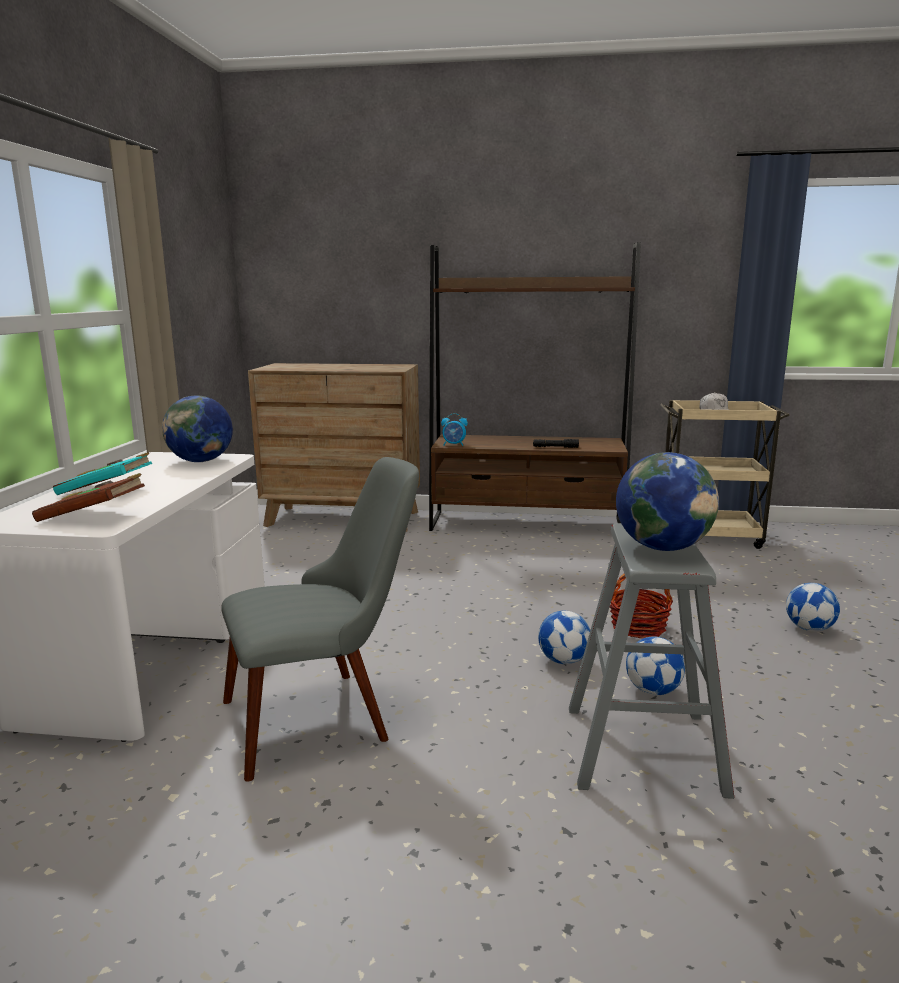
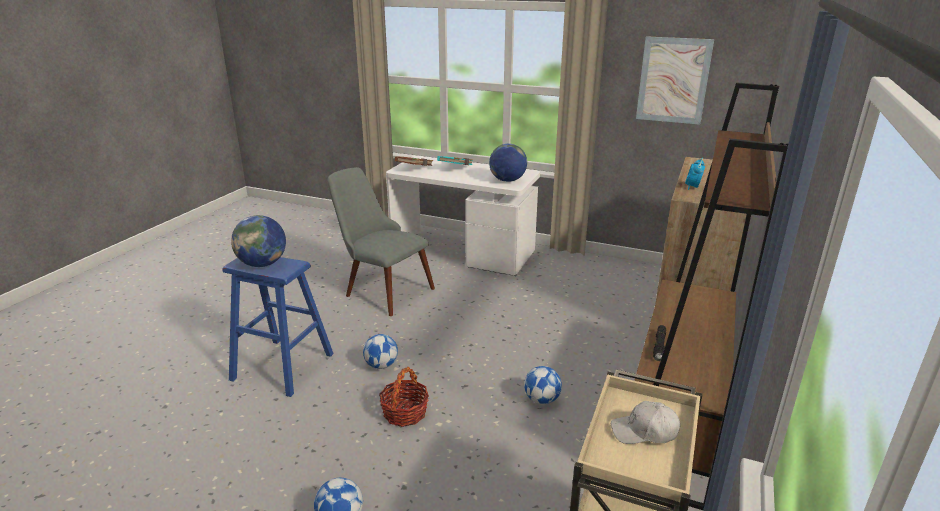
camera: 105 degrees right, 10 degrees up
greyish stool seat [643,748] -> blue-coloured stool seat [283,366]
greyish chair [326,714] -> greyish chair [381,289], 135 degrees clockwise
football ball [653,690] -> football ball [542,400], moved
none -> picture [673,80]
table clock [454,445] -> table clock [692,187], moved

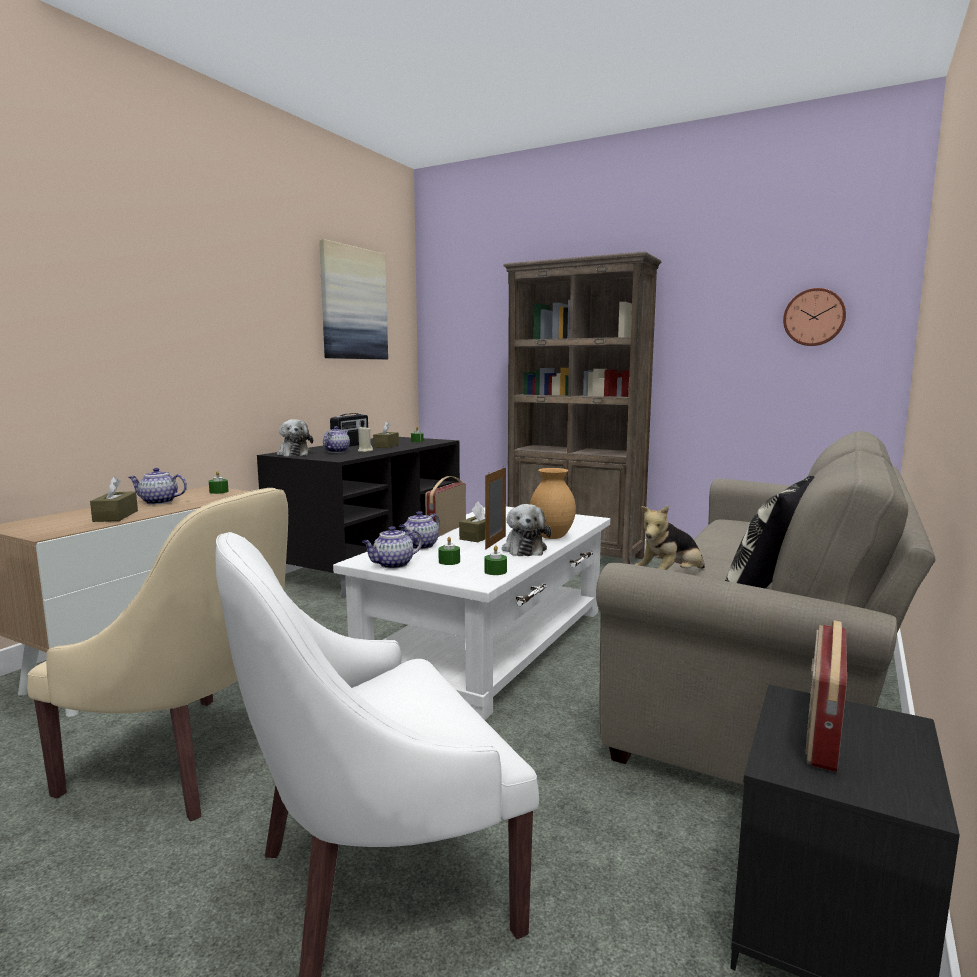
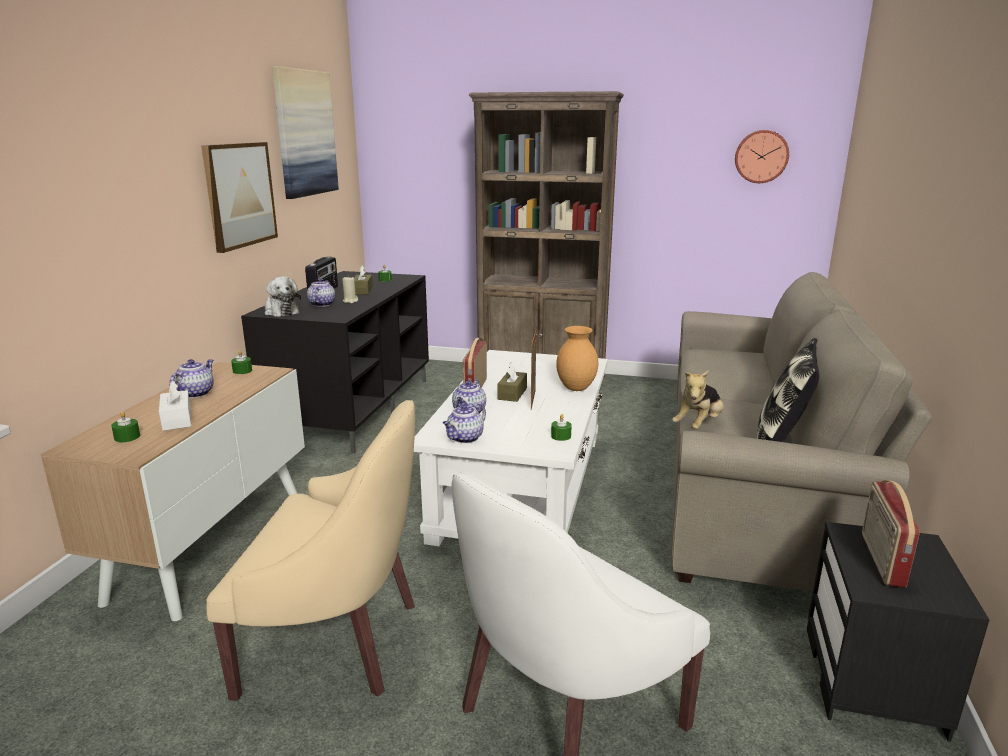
camera: 15 degrees left, 10 degrees up
green wax light [449,561] -> green wax light [127,437], moved
brownish box of tissues [116,516] -> white-coloured box of tissues [177,419]
pot for tea [158,502] -> pot for tea [196,393], 120 degrees clockwise
none -> picture [239,195]
plush toy [524,549] -> none

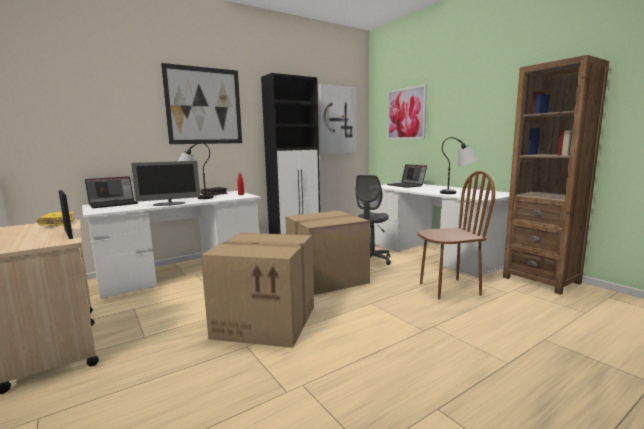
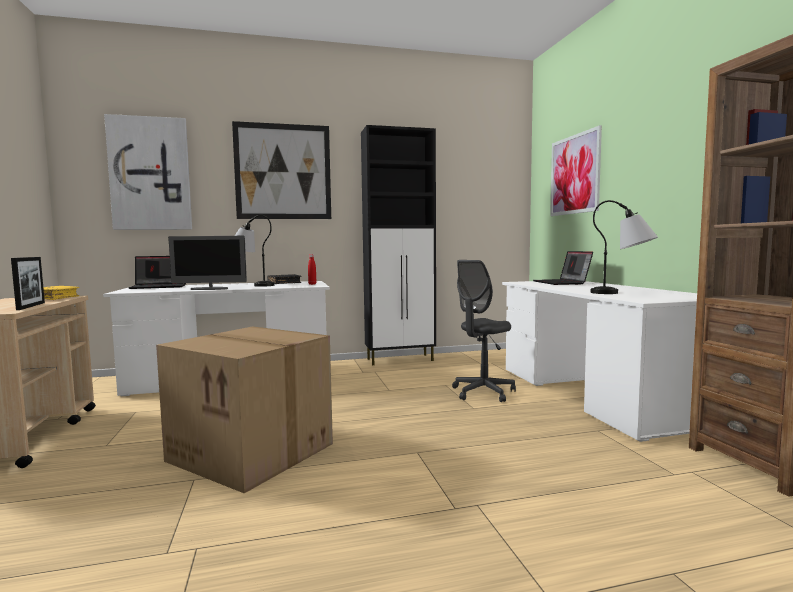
camera: 20 degrees right, 5 degrees down
picture [336,120] -> picture [150,174], moved
carton [326,278] -> none
brownish chair [449,289] -> none

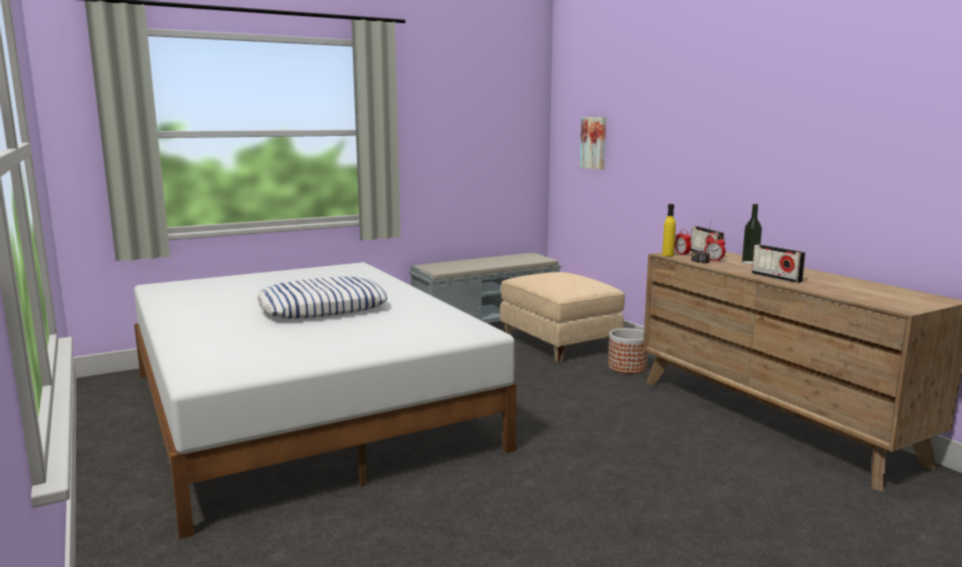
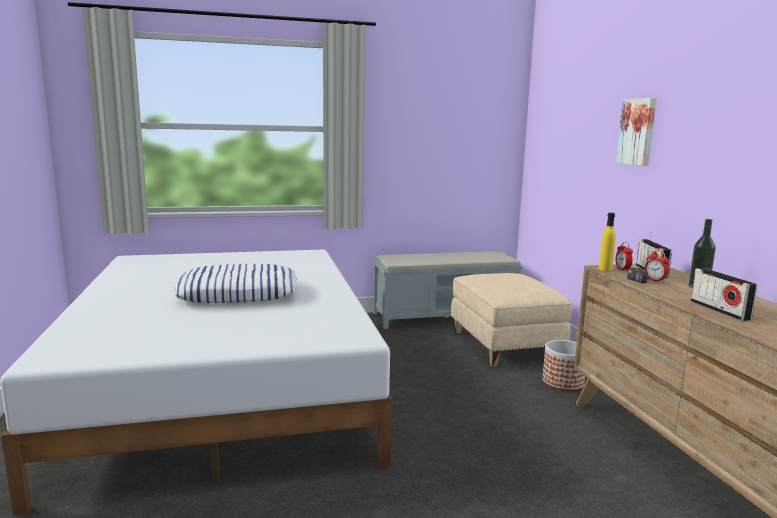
camera: 15 degrees right, 0 degrees up
picture [594,143] -> picture [638,132], moved

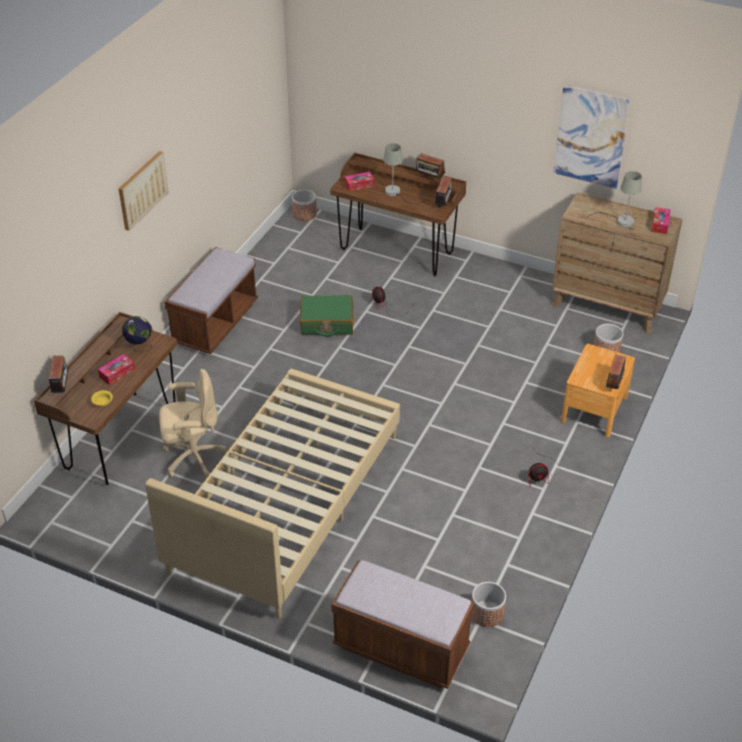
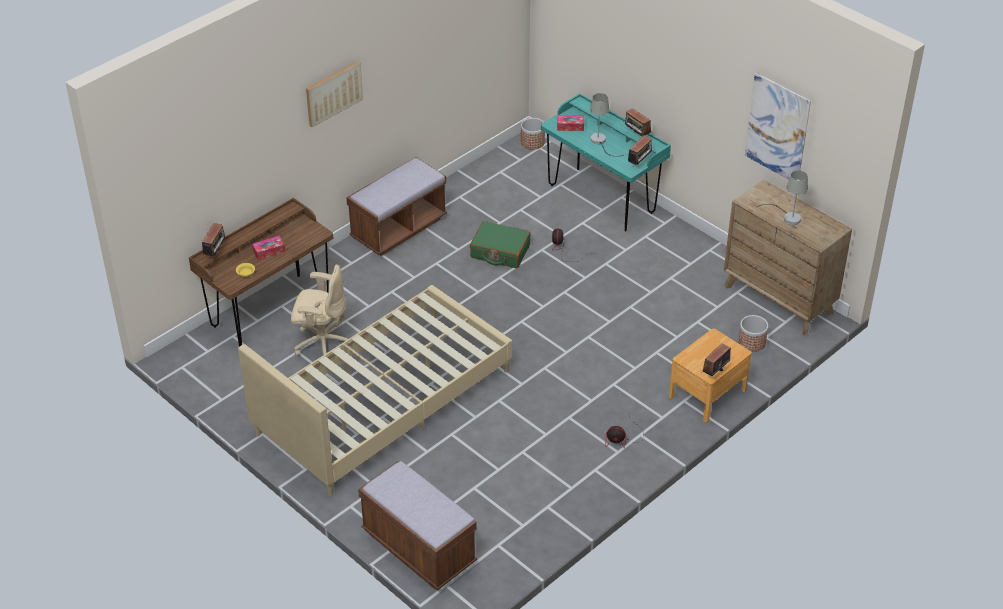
camera: 20 degrees right, 0 degrees up
brownish desk unit [396,251] -> blue-green desk unit [601,199]
desk globe [139,346] -> none
flower pot [487,614] -> none
box of tissues [660,224] -> none

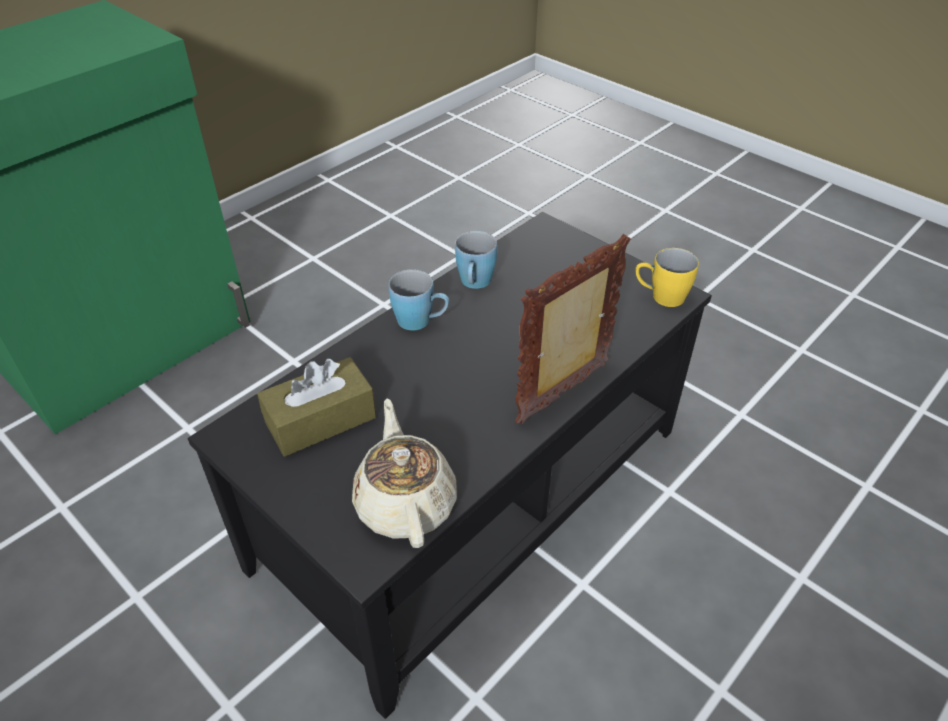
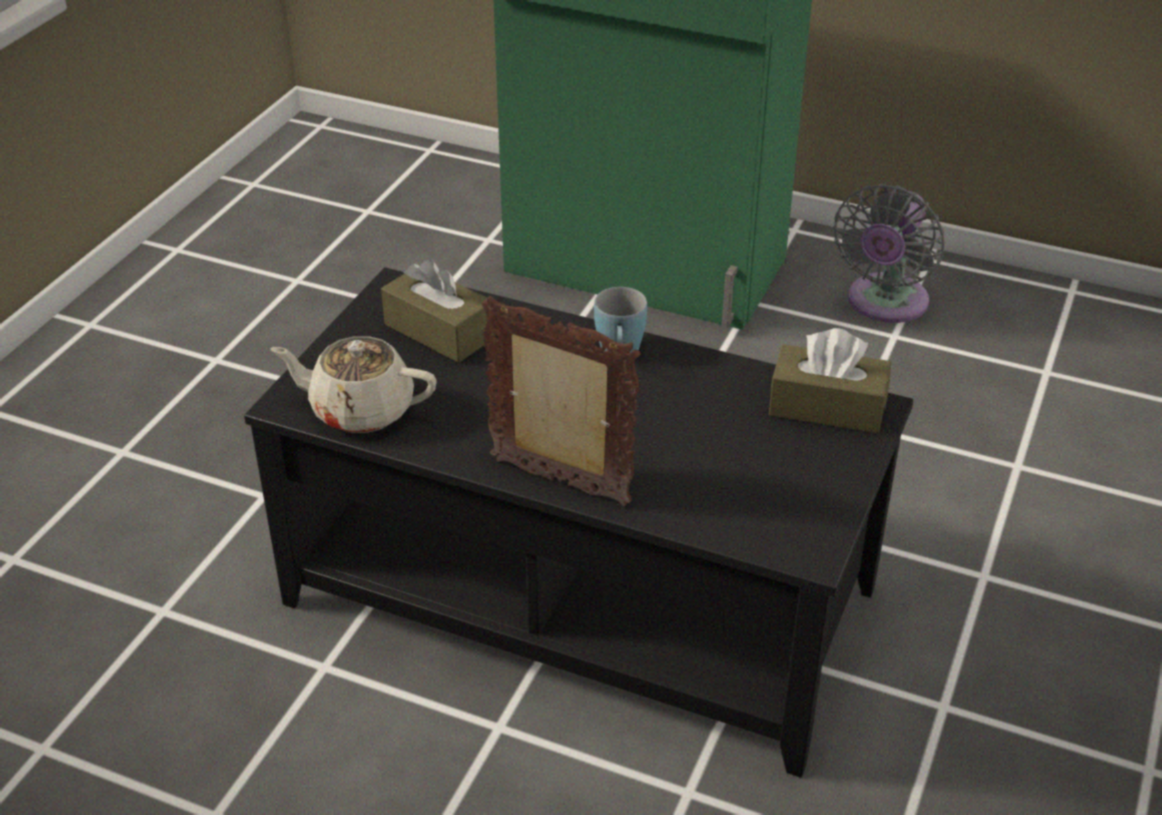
camera: 70 degrees right, 5 degrees down
beige-coloured pot for tea [405,502] -> beige-coloured pot for tea [360,409], 135 degrees counterclockwise
none -> brownish box of tissues [827,407]
none -> greyish cooling fan [884,304]
blue-coloured mug [475,284] -> none
yellow mug [660,297] -> none

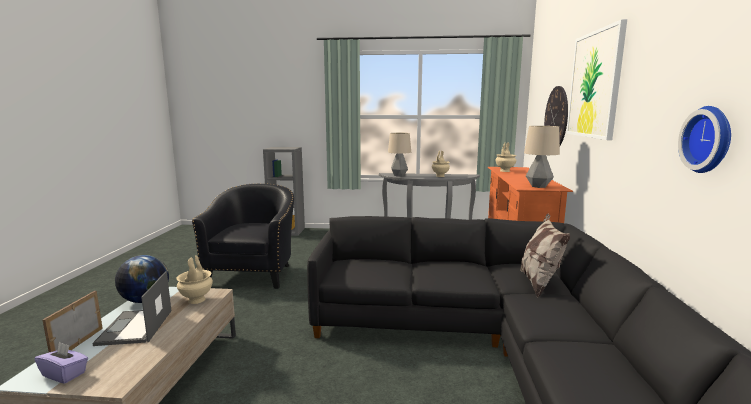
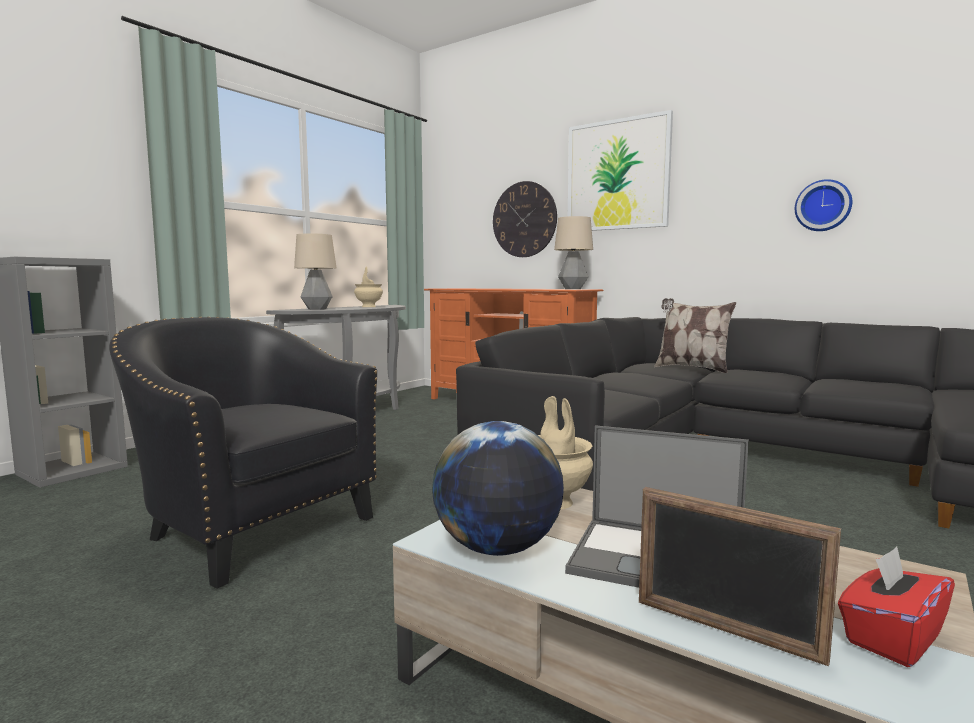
camera: 60 degrees left, 5 degrees down
purplish box of tissues [65,374] -> red box of tissues [891,638]
beige-coloured decorative vase [505,171] -> none

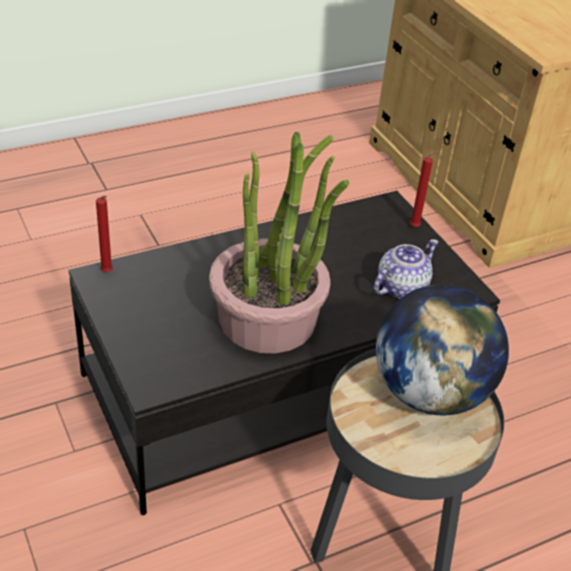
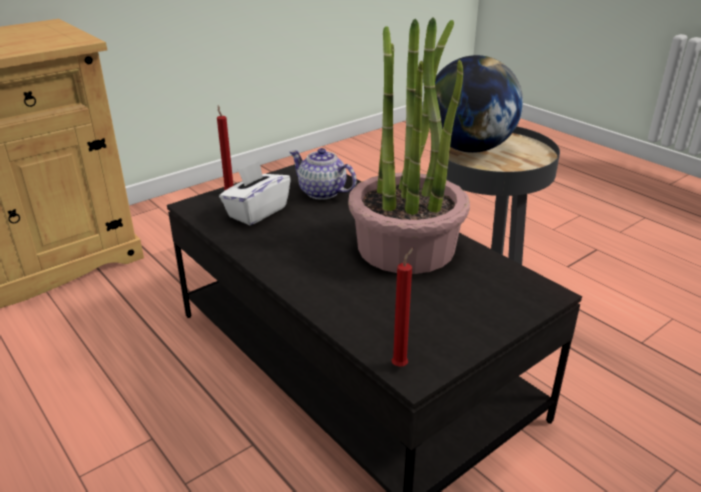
camera: 100 degrees left, 10 degrees down
none -> white-coloured box of tissues [256,212]

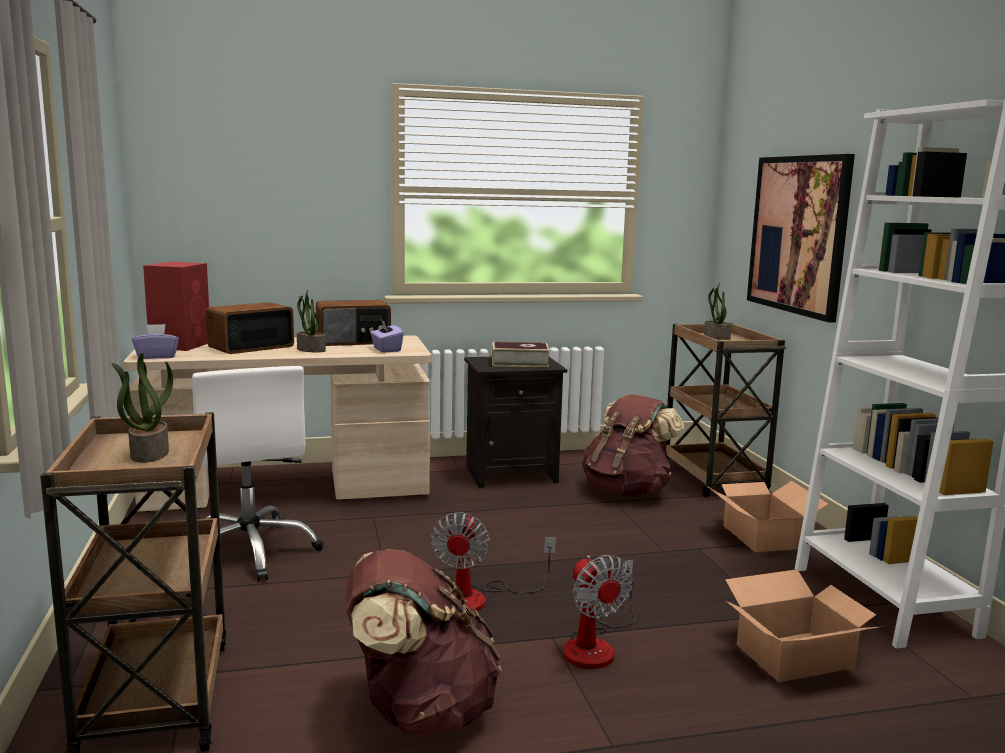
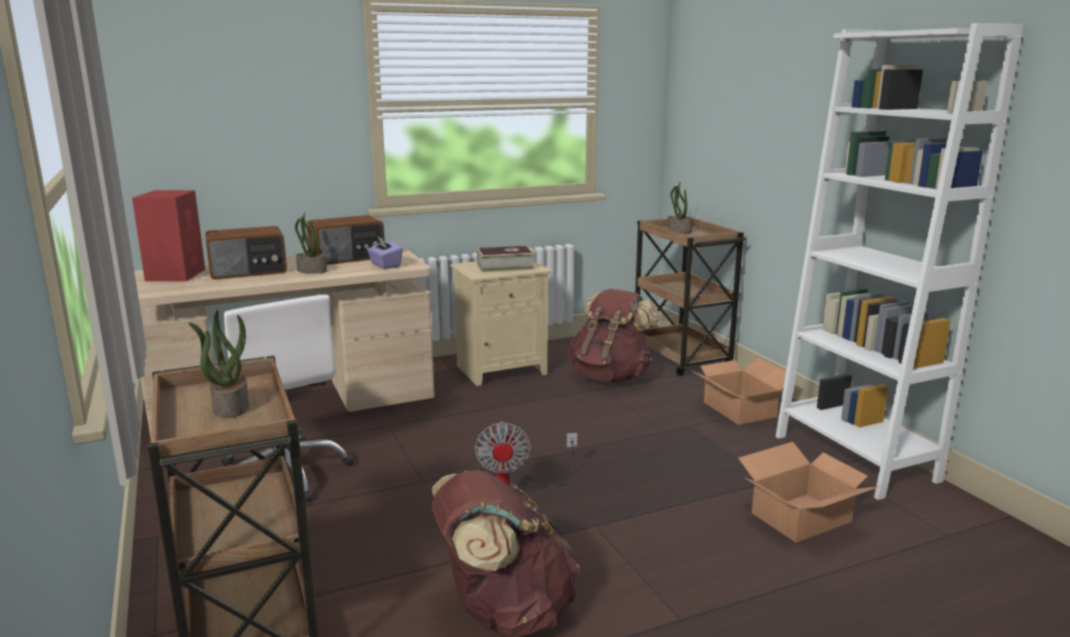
camera: 10 degrees left, 5 degrees up
radio receiver [250,347] -> radio receiver [248,271], 150 degrees counterclockwise
black-coloured bedside table [512,473] -> beige-coloured bedside table [502,369]
purplish box of tissues [157,356] -> none
cooling fan [596,645] -> none
picture [798,234] -> none

